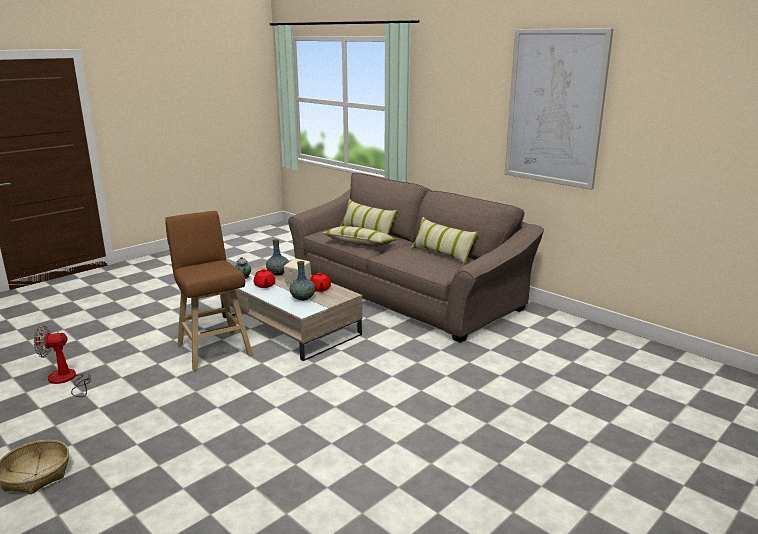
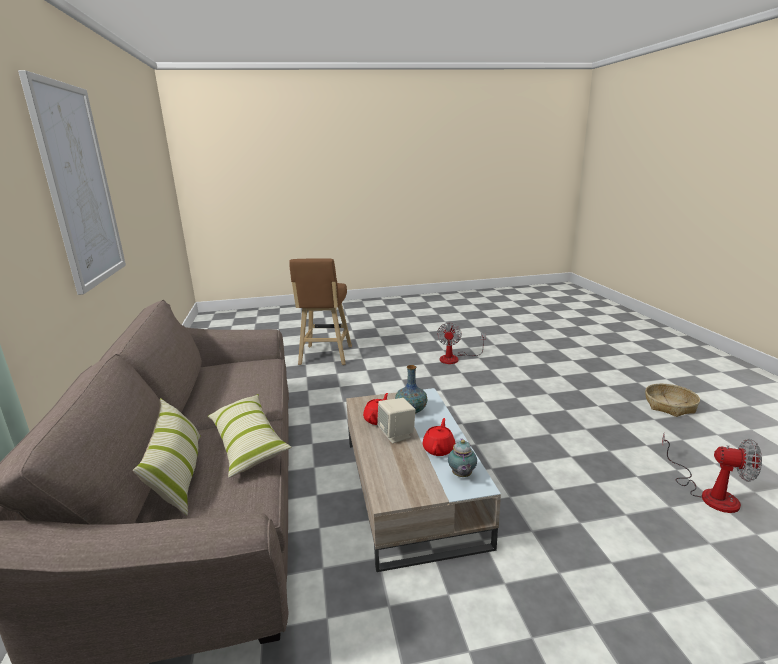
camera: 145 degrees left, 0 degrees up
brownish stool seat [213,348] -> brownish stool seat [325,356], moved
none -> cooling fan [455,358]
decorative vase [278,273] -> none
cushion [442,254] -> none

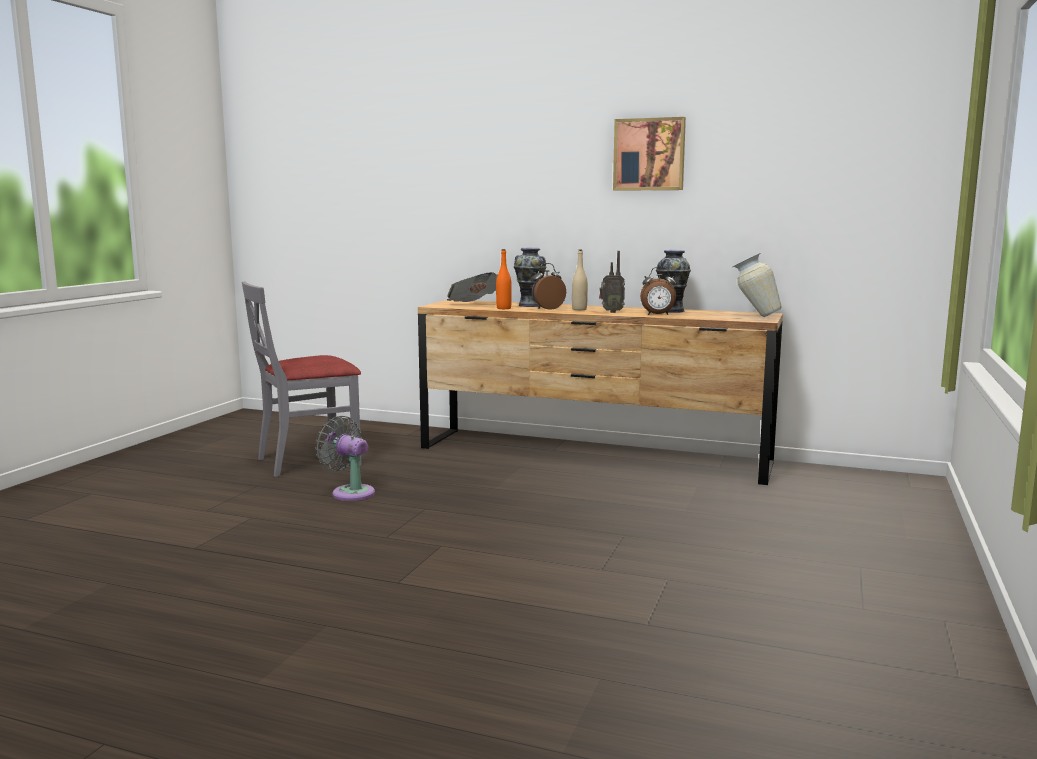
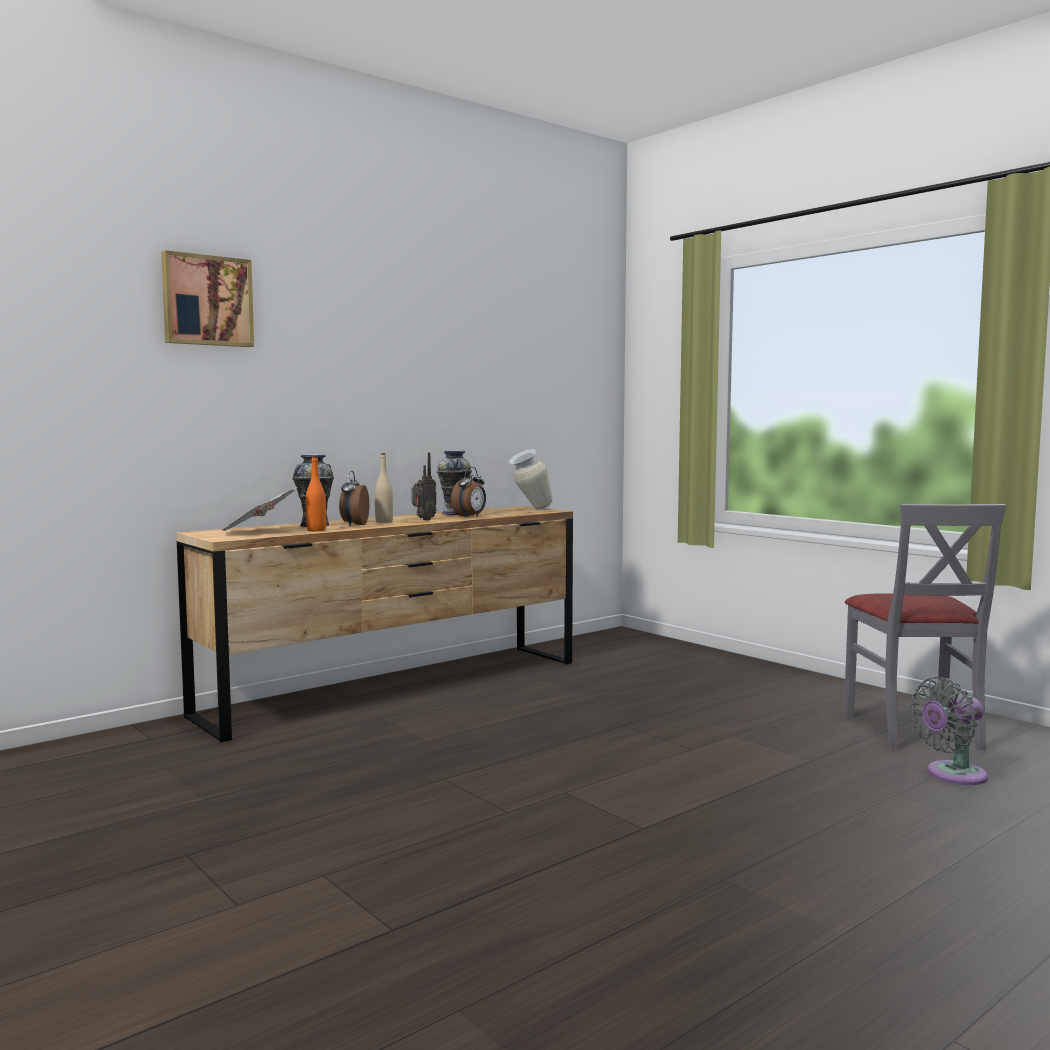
camera: 60 degrees left, 5 degrees down
picture [649,154] -> picture [207,301], moved
greyish chair [308,461] -> greyish chair [913,731], moved
greyish cooling fan [350,492] -> greyish cooling fan [952,775], moved

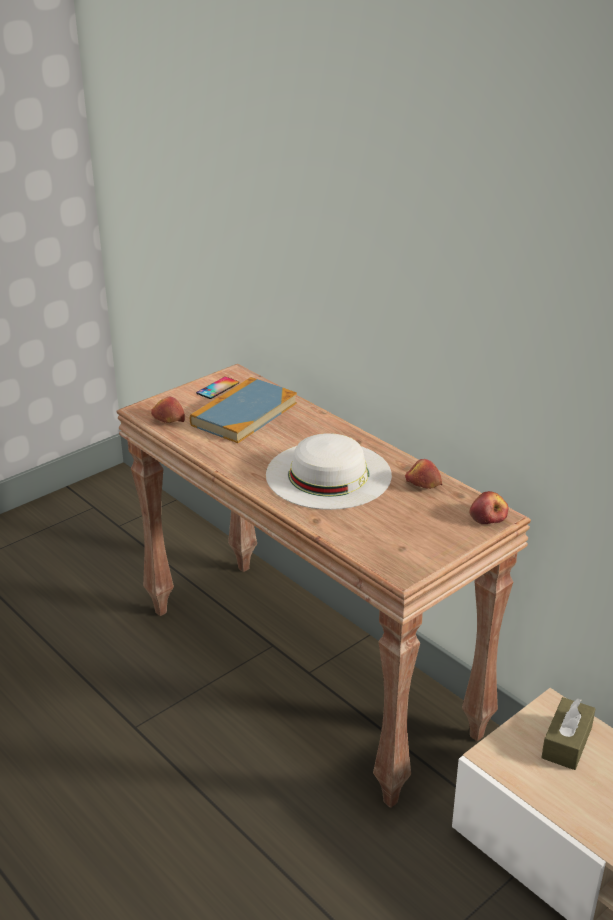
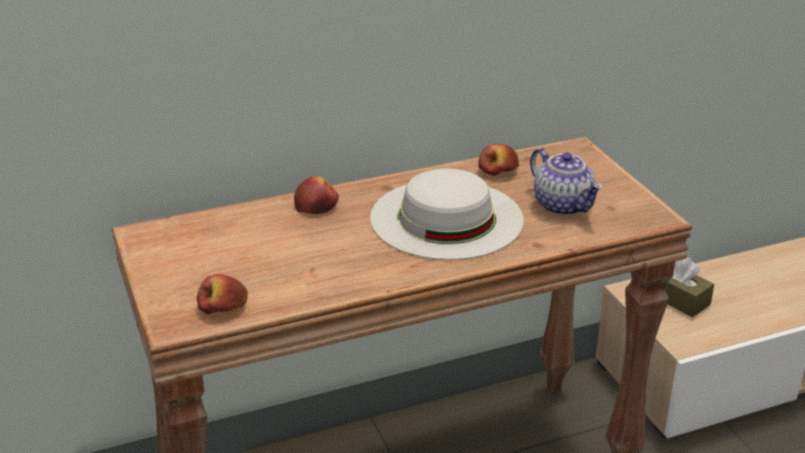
camera: 70 degrees left, 0 degrees up
whole apple [488,517] -> whole apple [317,205], moved
none -> pot for tea [563,205]
volume [244,414] -> none
phone [217,388] -> none

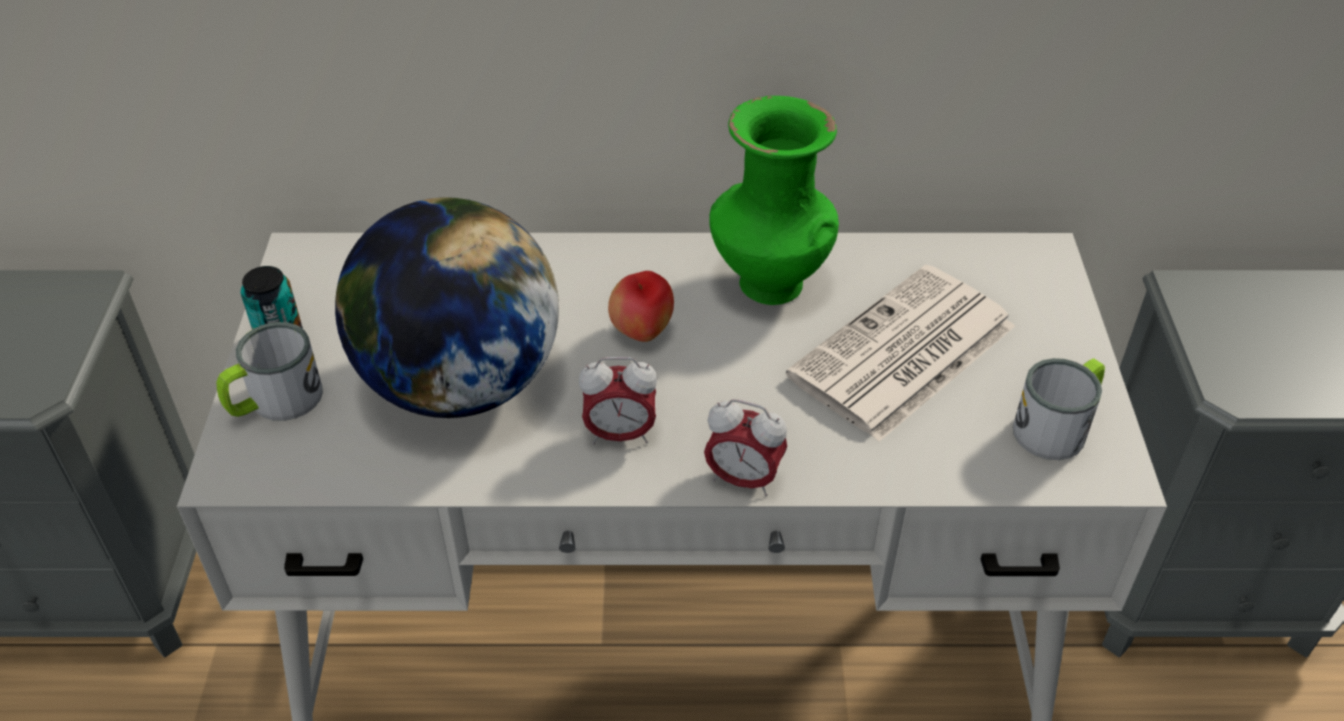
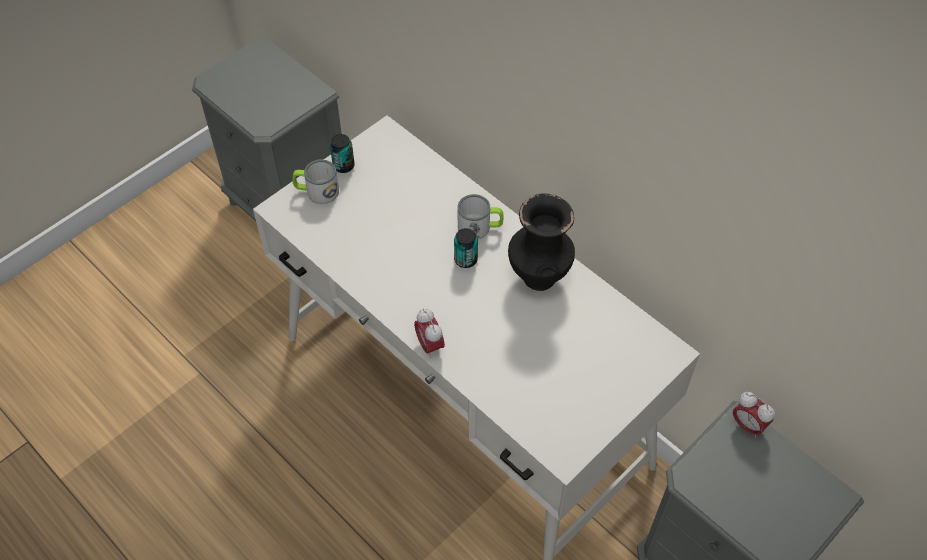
camera: 45 degrees right, 10 degrees up
whole apple [642,332] -> metal can [465,260]
mug [1058,426] -> mug [480,227], moved
green decorative vase [767,283] -> black-coloured decorative vase [538,276]
table clock [620,434] -> table clock [747,425], moved
desk globe [460,384] -> none
printed paper [902,354] -> none

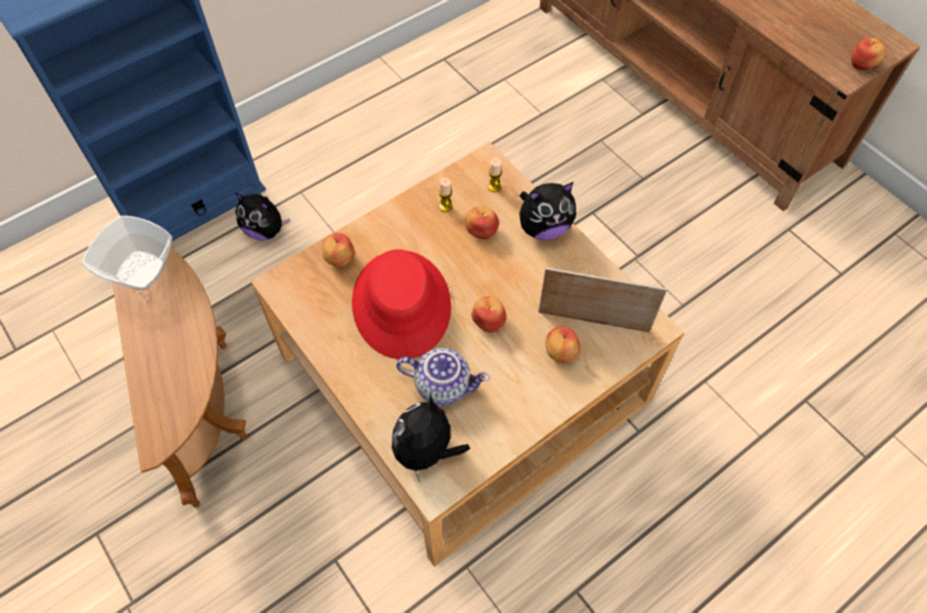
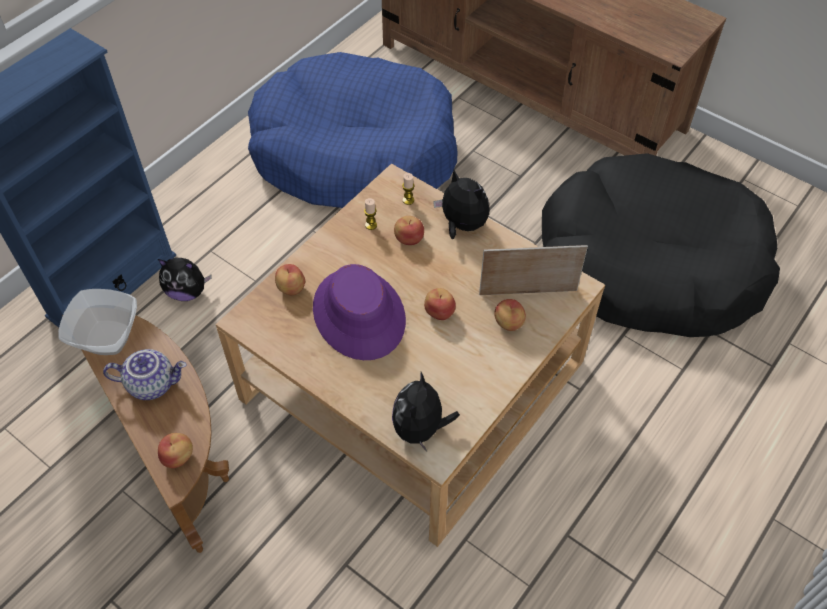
camera: 15 degrees left, 5 degrees down
pot for tea [443,384] -> pot for tea [152,383], moved
whole apple [862,64] -> whole apple [178,457], moved
none -> blue-coloured dog cushion [355,152]
red hat [402,304] -> purplish hat [359,314]
plush toy [544,228] -> plush toy [462,225], 105 degrees counterclockwise
none -> black-coloured dog cushion [649,264]

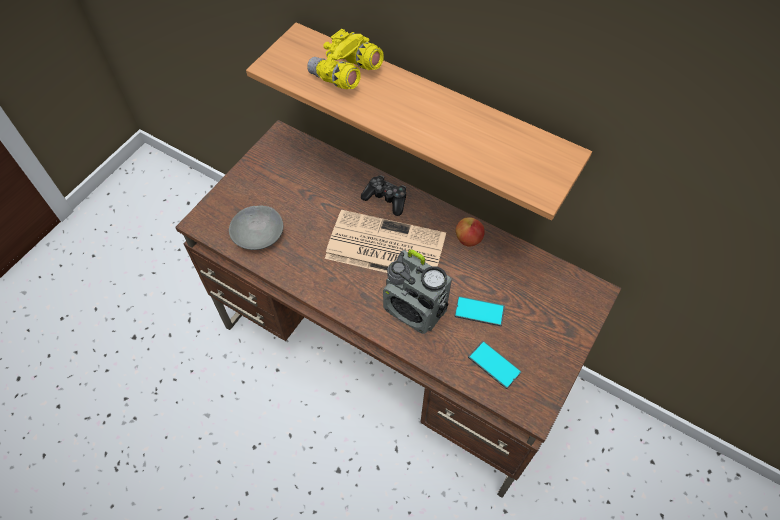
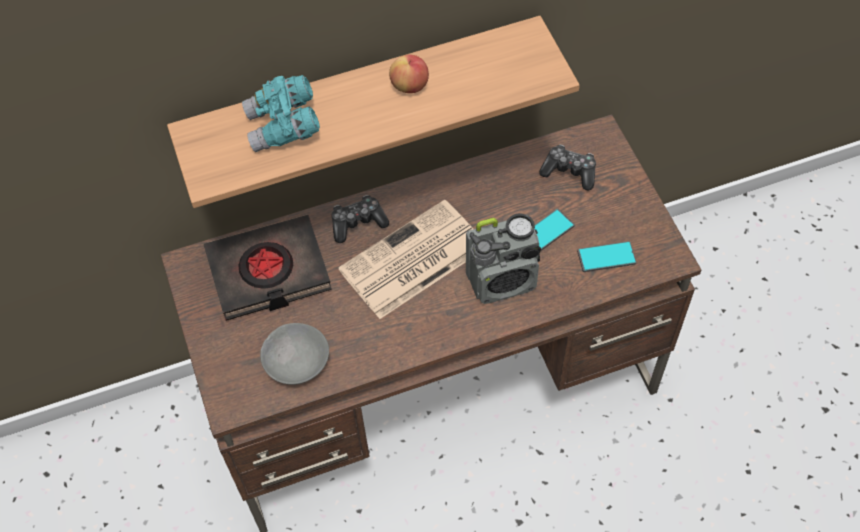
camera: 50 degrees left, 0 degrees up
none -> black-coloured volume [268,272]
yellow binoculars [345,75] -> blue-green binoculars [284,127]
whole apple [468,239] -> whole apple [410,86], moved
none -> game controller [569,172]

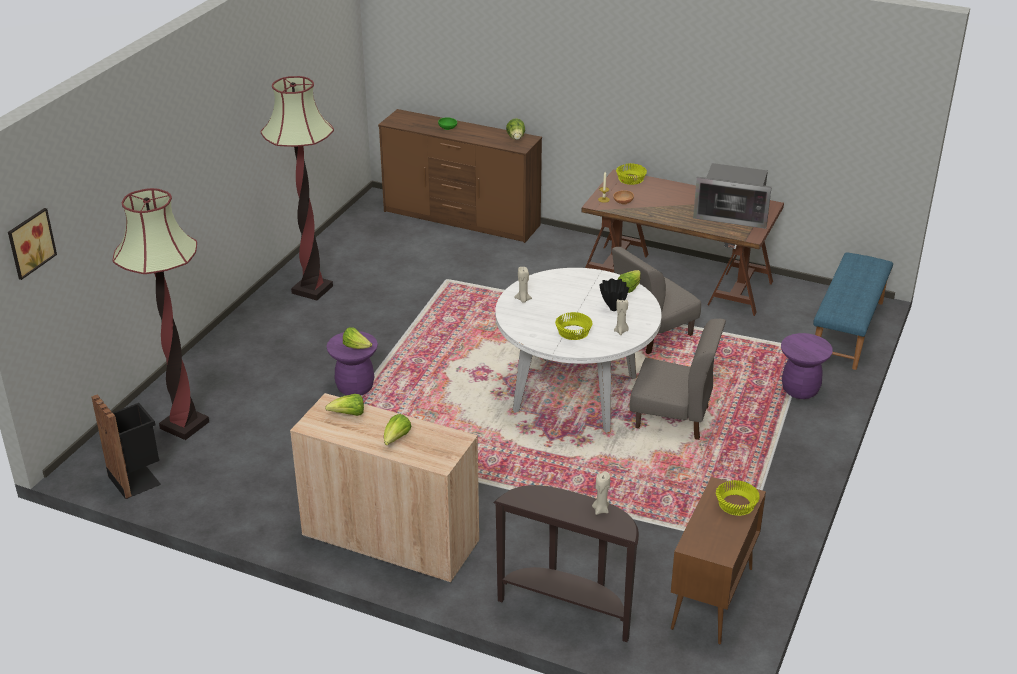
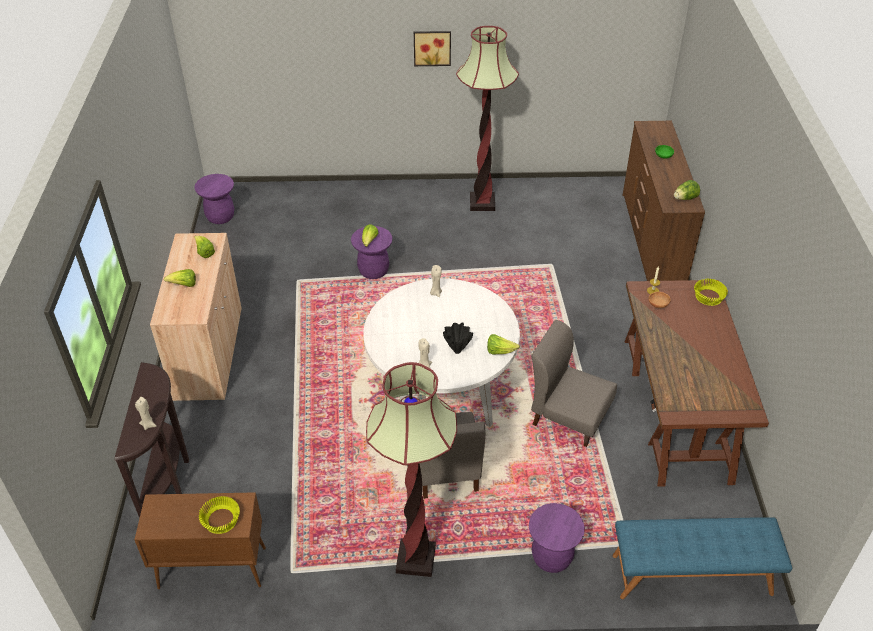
camera: 65 degrees right, 10 degrees up
black-coloured waste bin [136,479] -> purplish stool seat [220,217]
standard lamp [184,425] -> standard lamp [415,559], moved
picture [29,242] -> picture [432,47], moved
yellow bowl [574,332] -> none
microwave [732,214] -> none

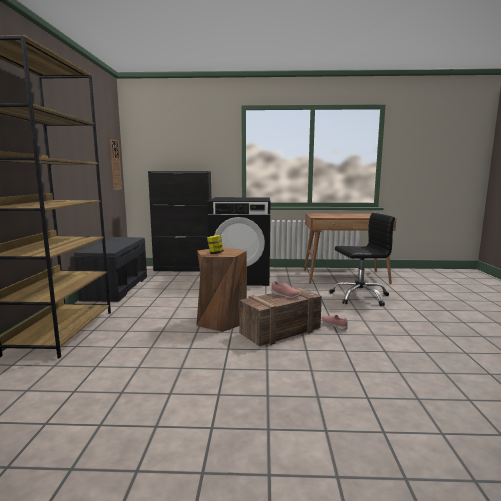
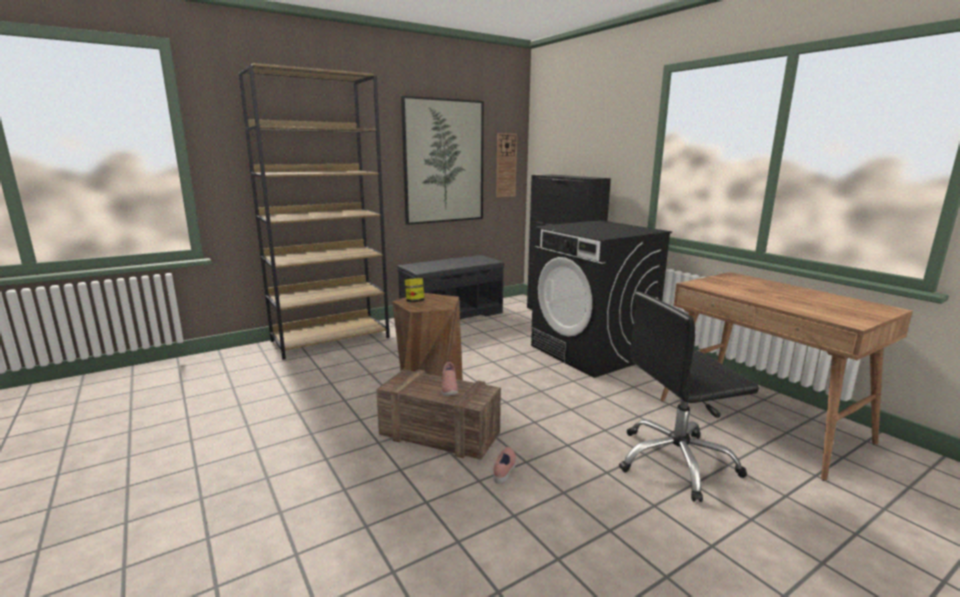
camera: 55 degrees right, 5 degrees up
none -> picture [444,162]
black-coloured computer chair [359,296] -> black-coloured computer chair [676,462], 120 degrees clockwise

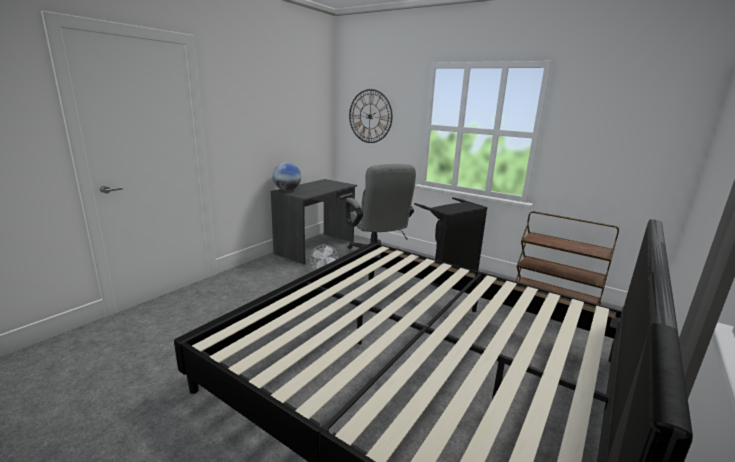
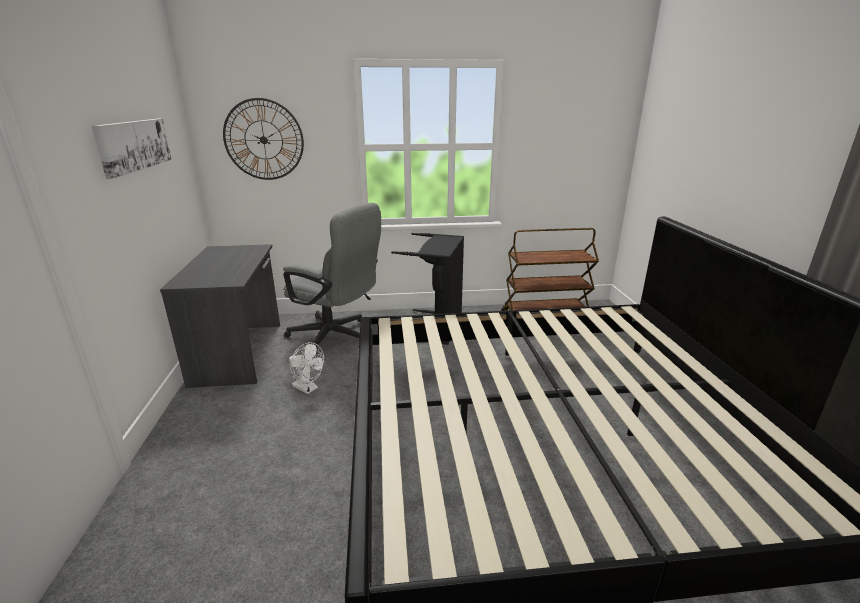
camera: 40 degrees left, 5 degrees up
none -> picture [134,145]
desk globe [287,190] -> none

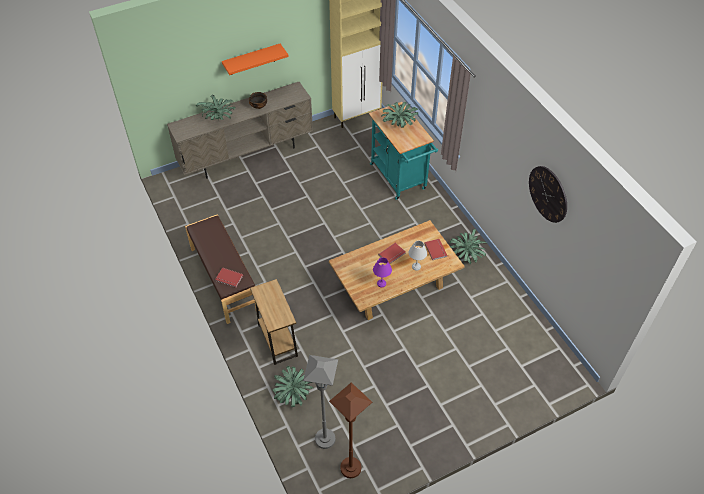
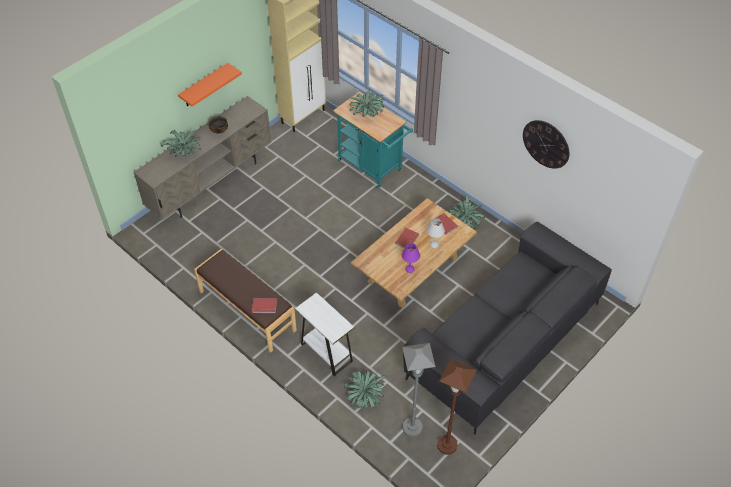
camera: 20 degrees left, 0 degrees up
brownish side table [277,340] -> white-coloured side table [326,352]
none -> greyish settee [504,340]

